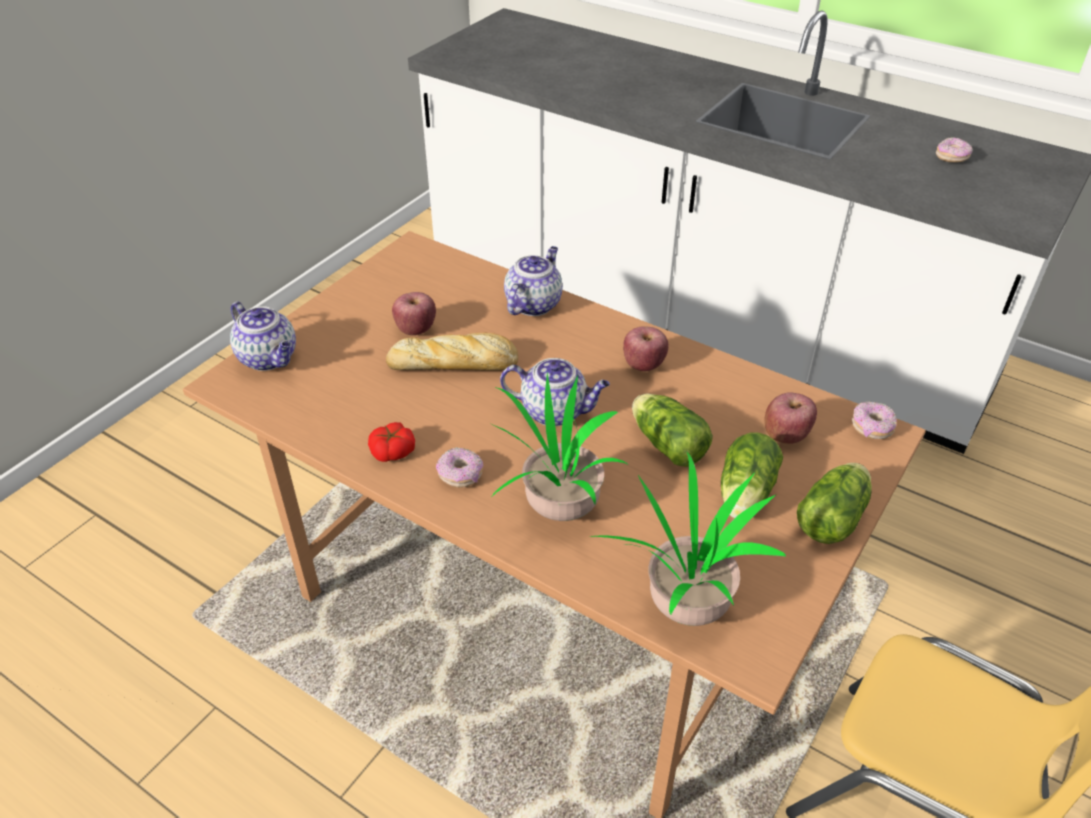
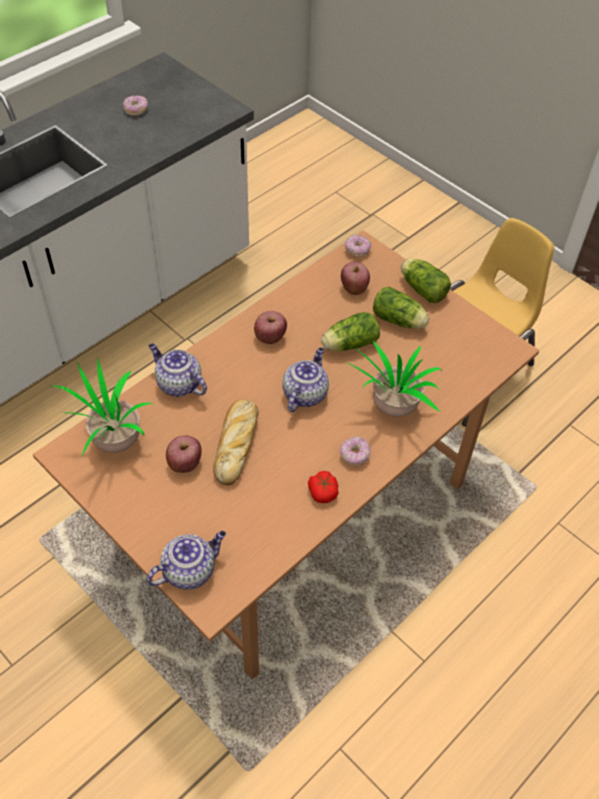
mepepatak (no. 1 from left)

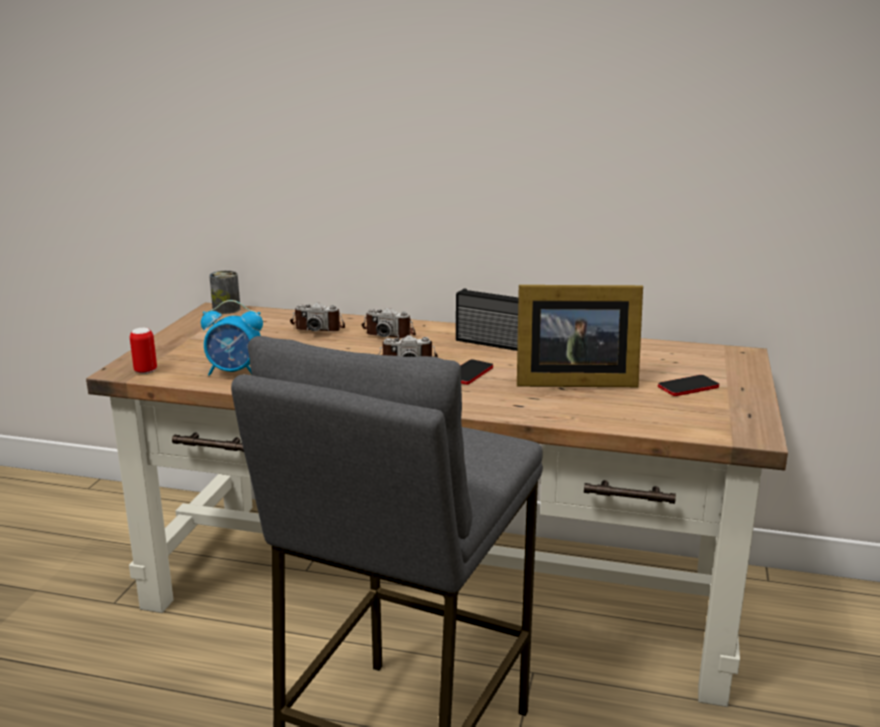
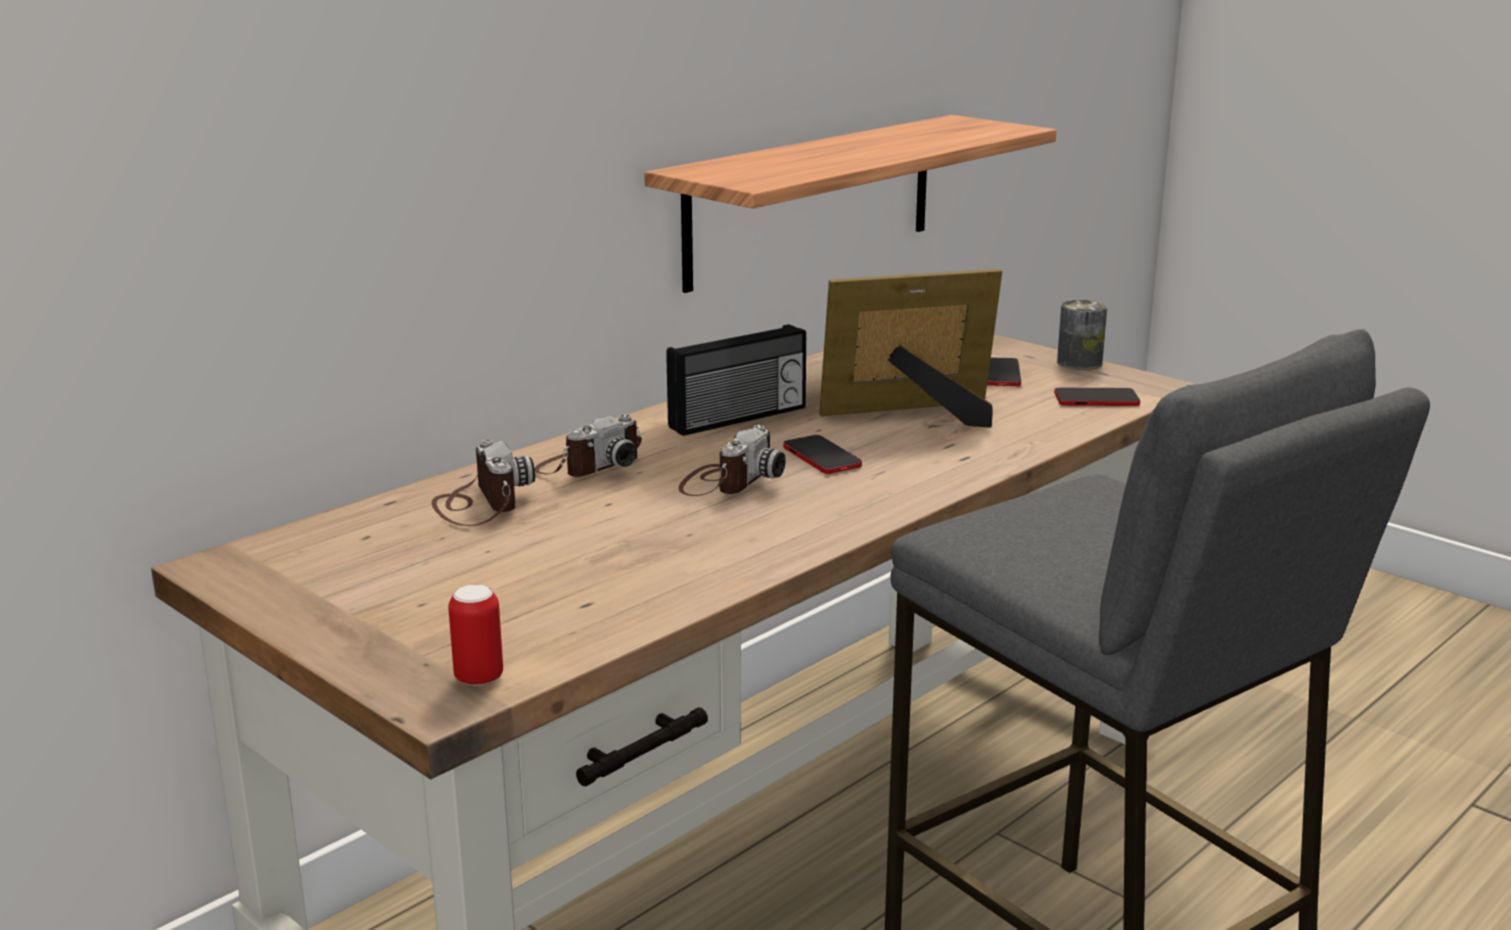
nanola (no. 1 from left)
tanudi
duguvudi
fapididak (no. 3 from left)
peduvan (no. 2 from left)
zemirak

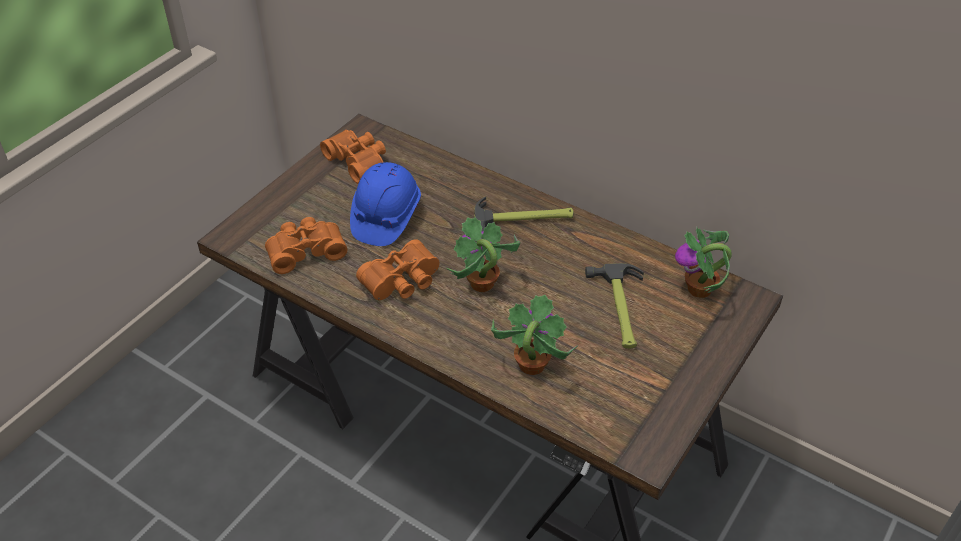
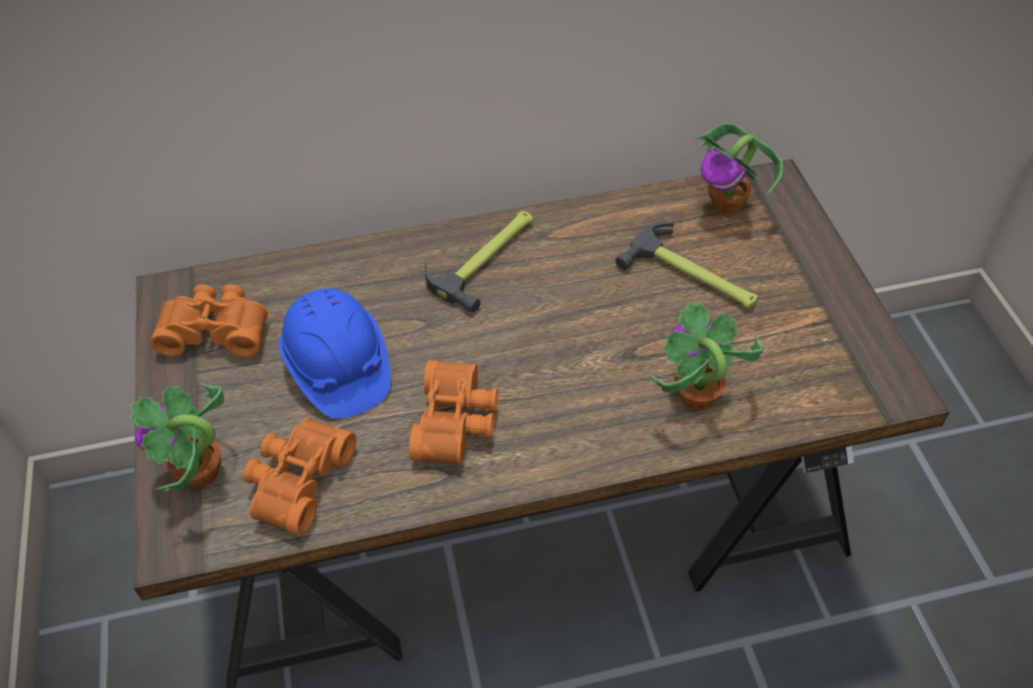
mepepatak (no. 1 from left)

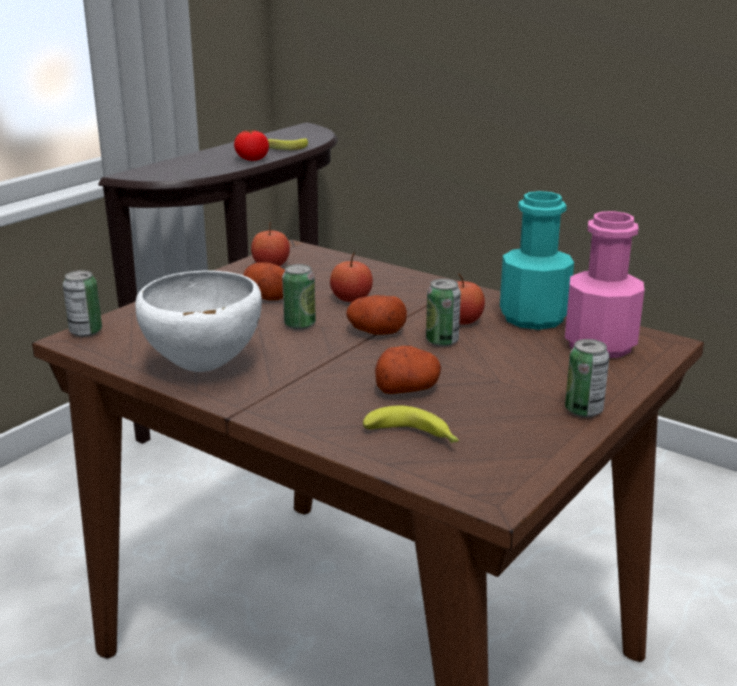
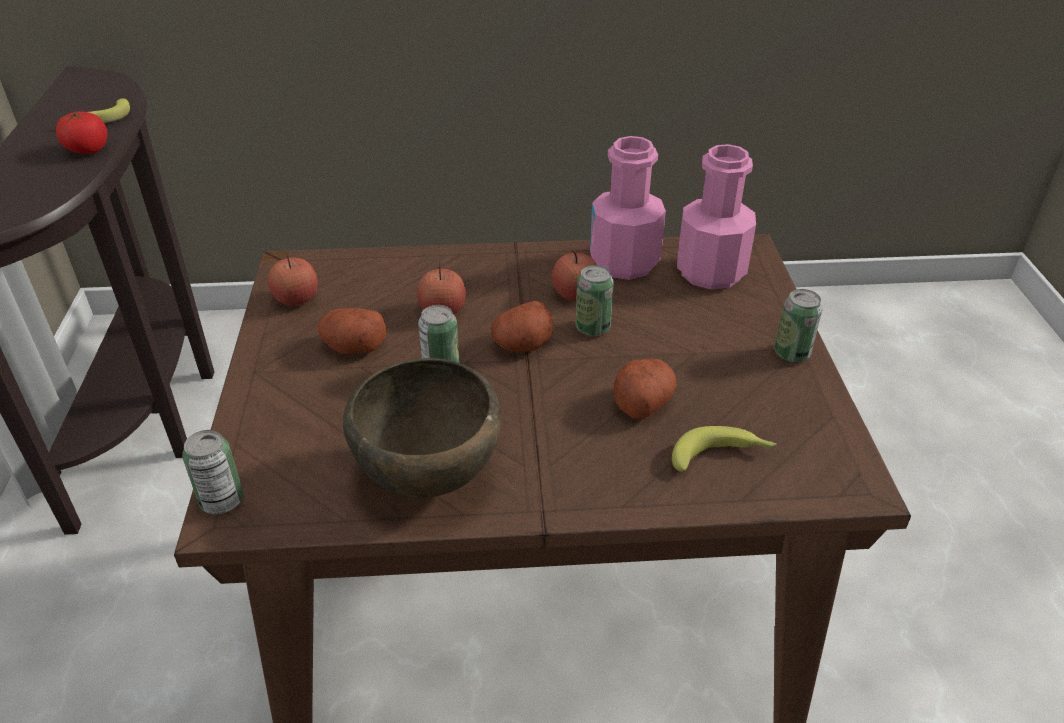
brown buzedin
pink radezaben (no. 1 from left)

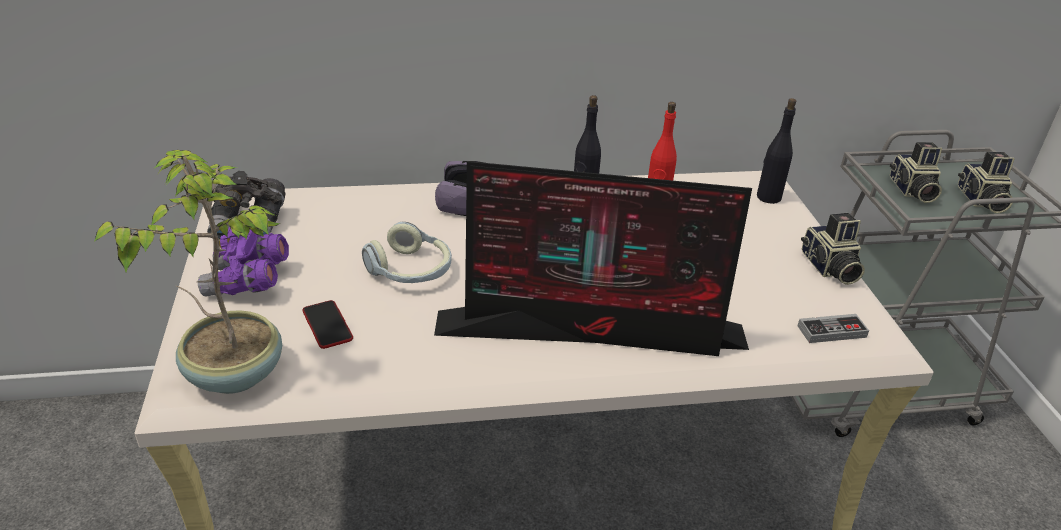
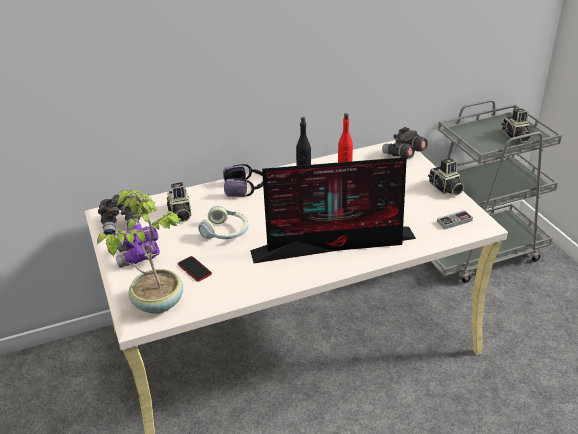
nanola (no. 1 from left)
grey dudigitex (no. 2 from left)

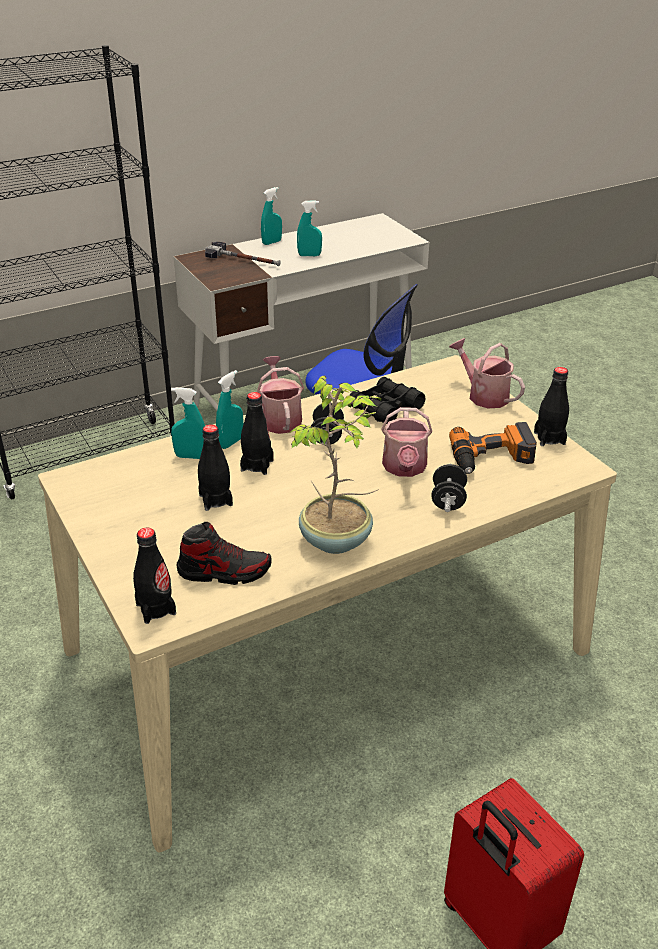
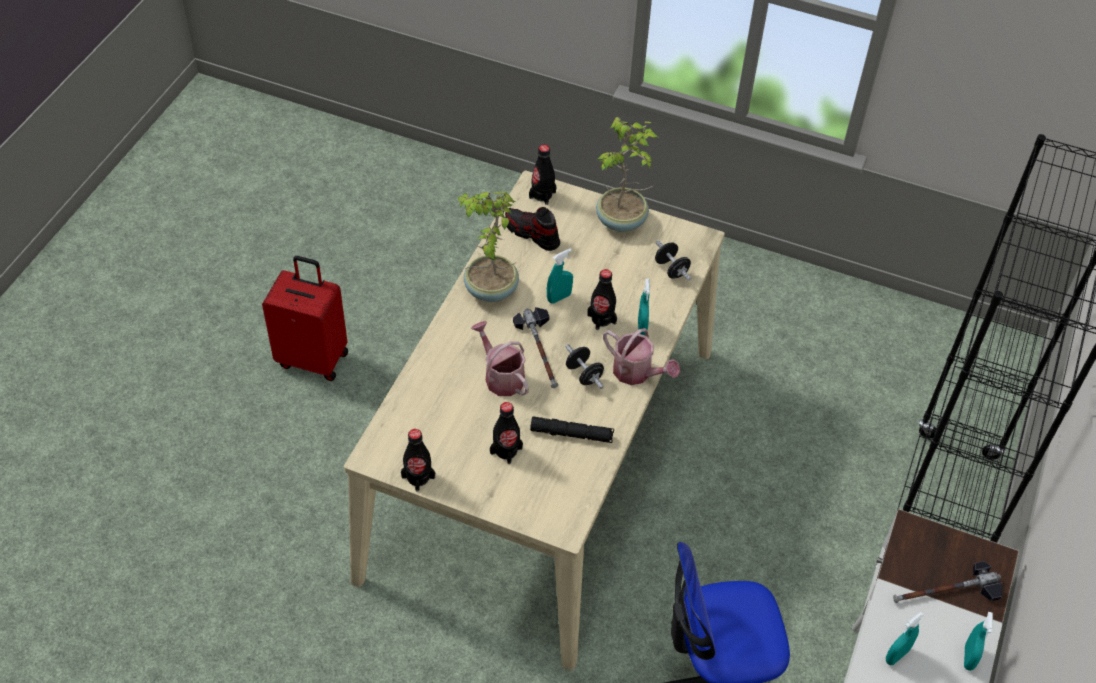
black radezaben (no. 2 from left)
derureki
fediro (no. 1 from left)
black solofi
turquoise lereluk (no. 1 from left)
mepepatak (no. 2 from left)
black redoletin (no. 2 from left)
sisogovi (no. 3 from left in the first image)
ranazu

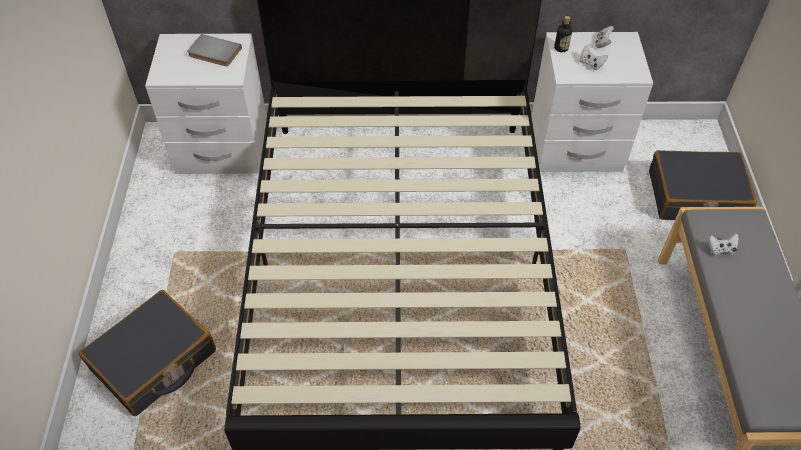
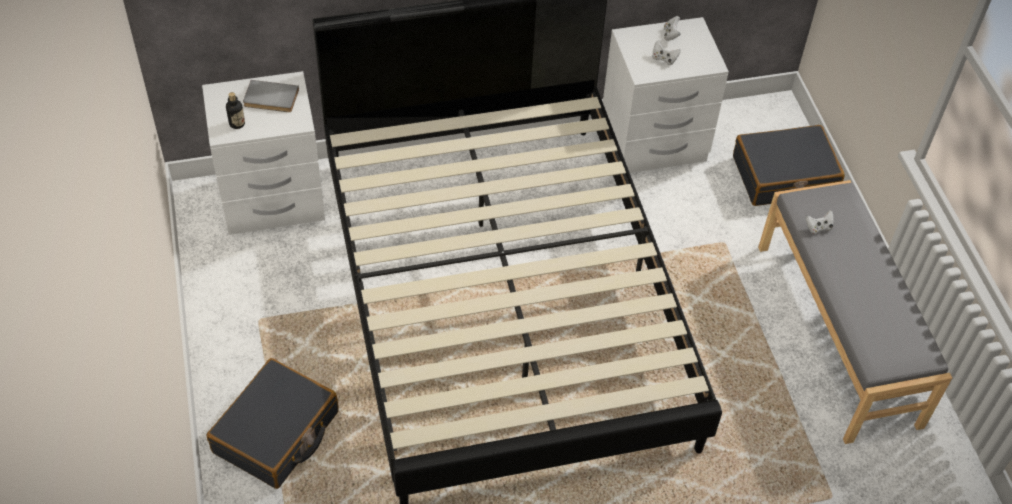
radezaben

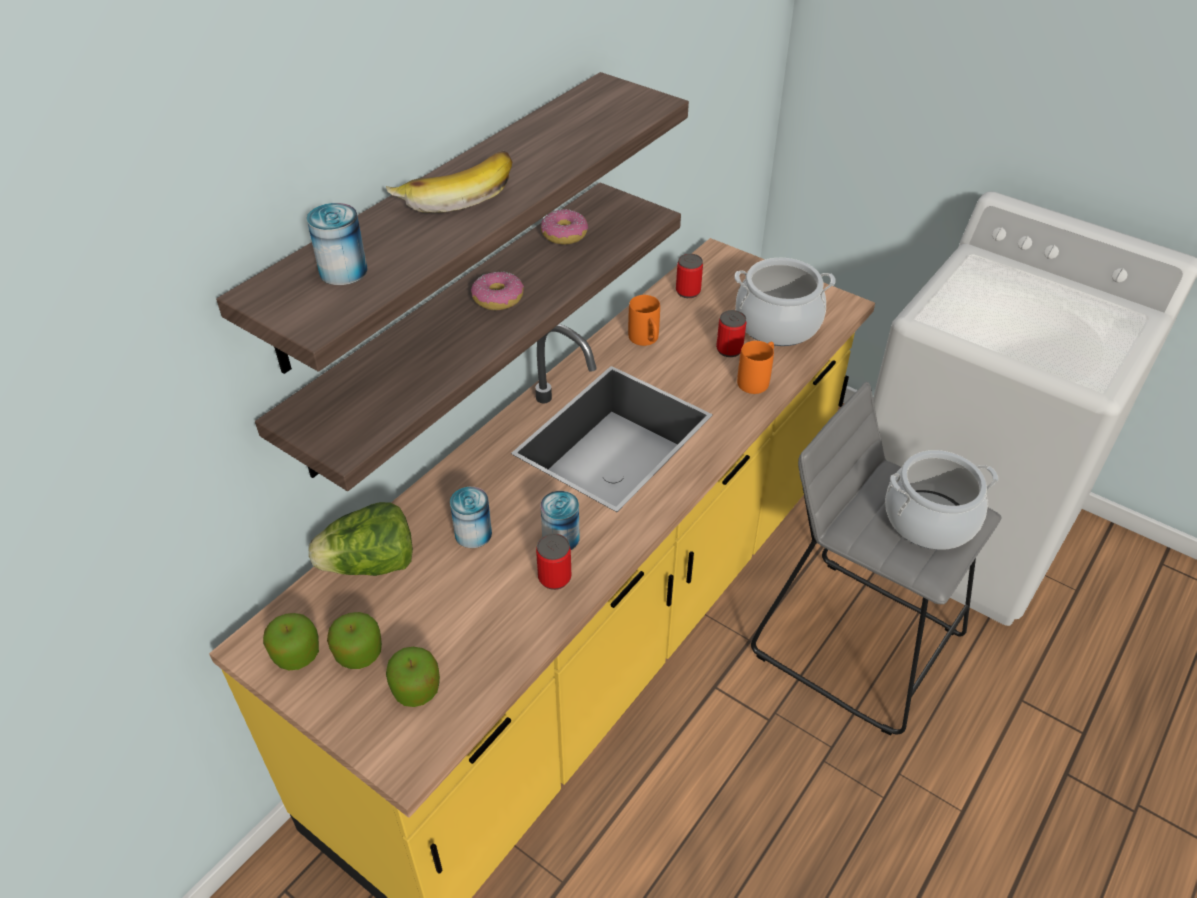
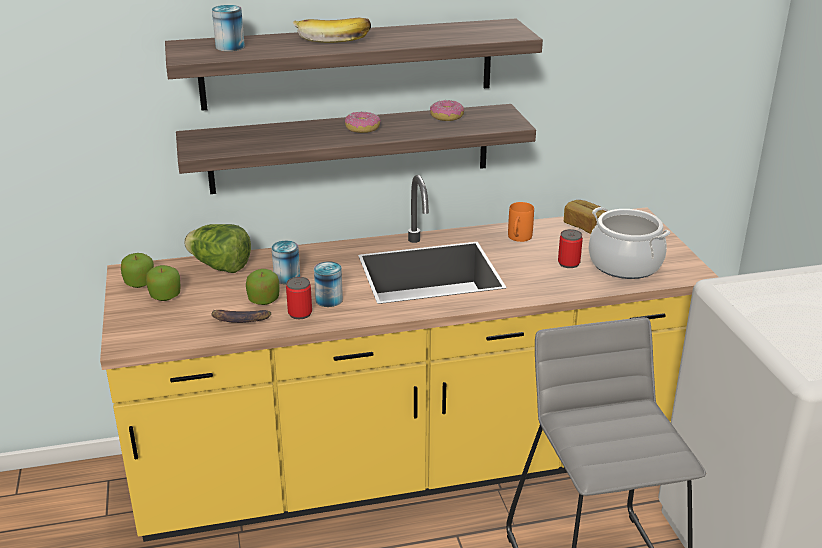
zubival (no. 1 from left)
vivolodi (no. 3 from left)
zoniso
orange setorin (no. 2 from left in the first image)
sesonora (no. 2 from left in the first image)

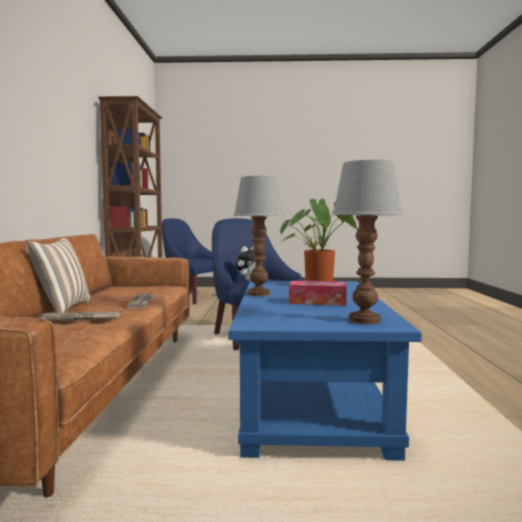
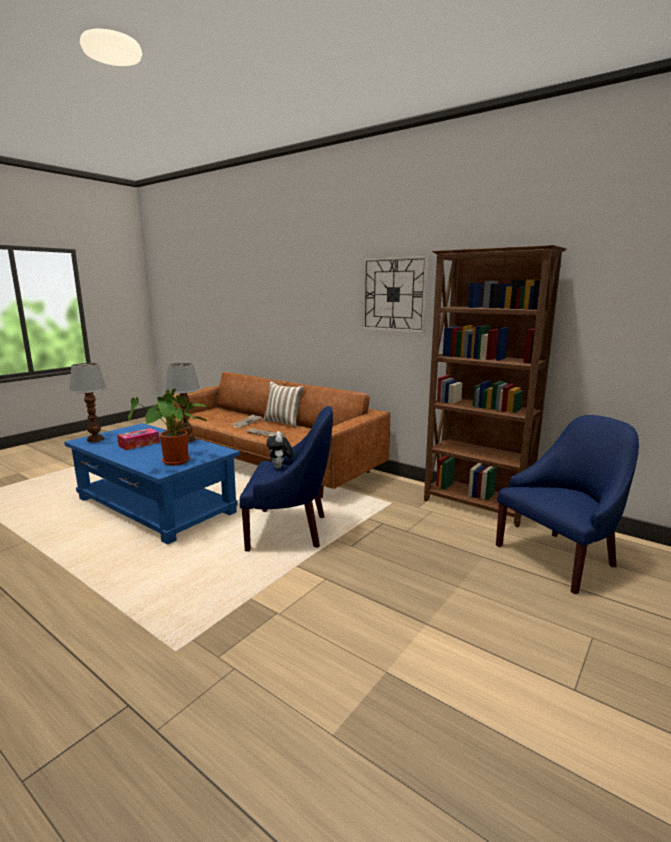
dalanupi

